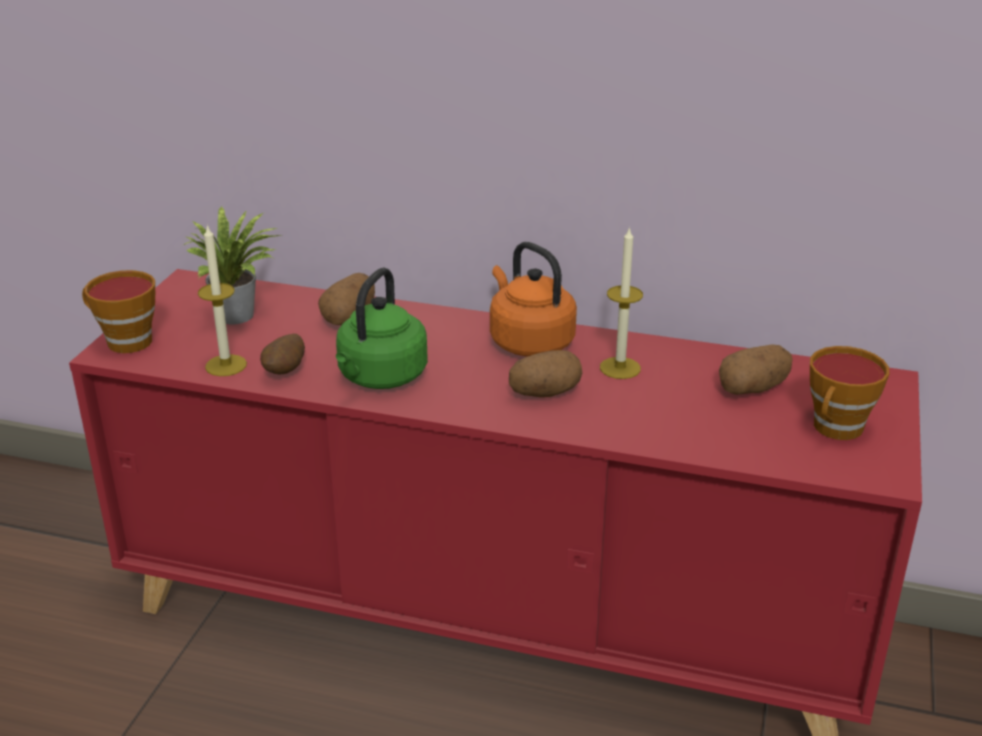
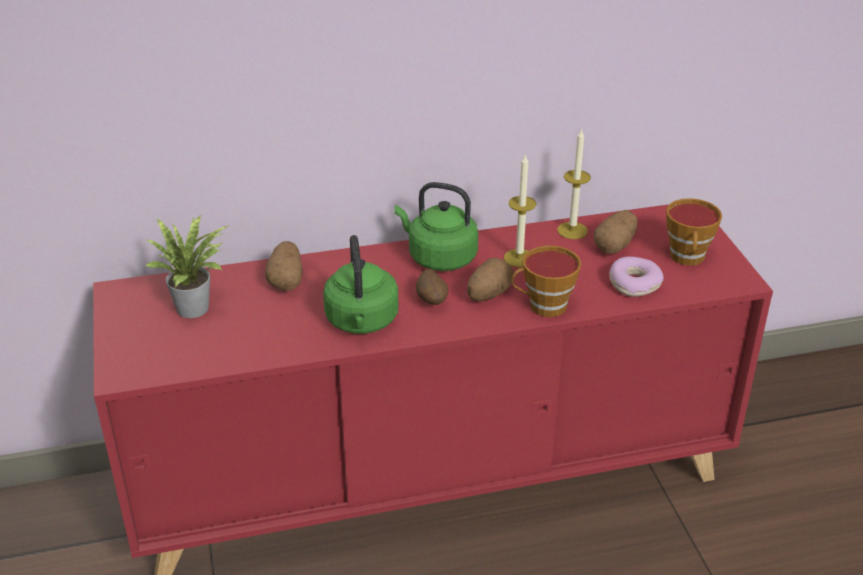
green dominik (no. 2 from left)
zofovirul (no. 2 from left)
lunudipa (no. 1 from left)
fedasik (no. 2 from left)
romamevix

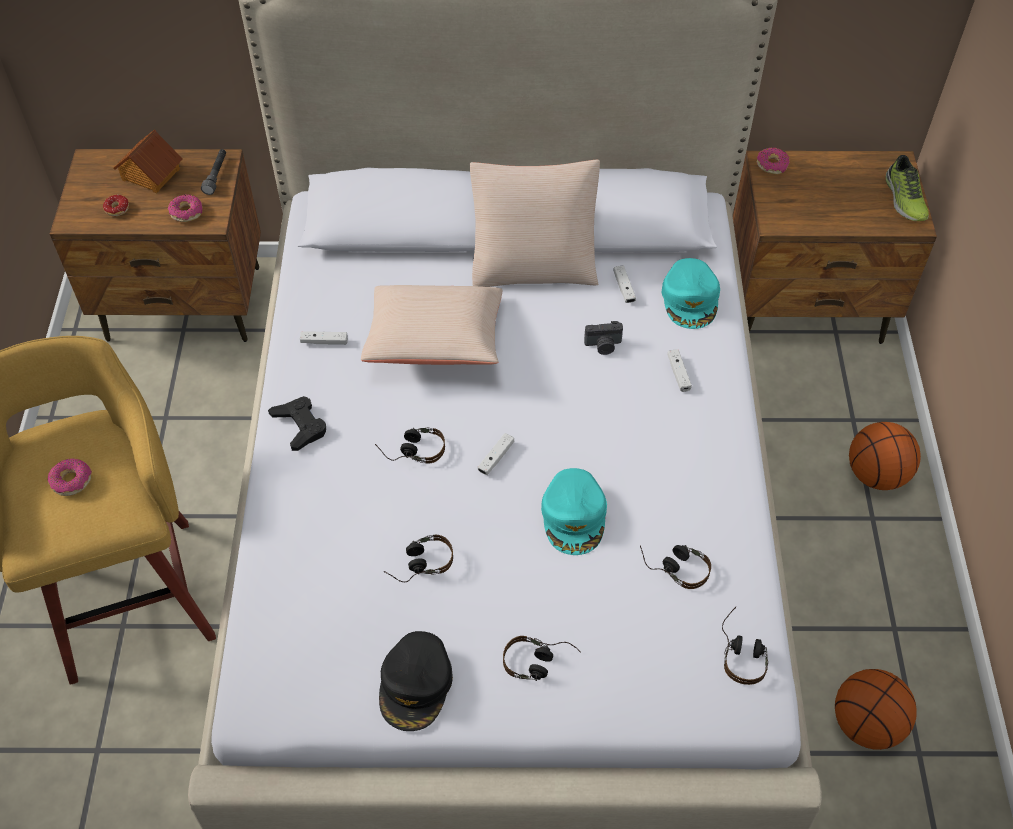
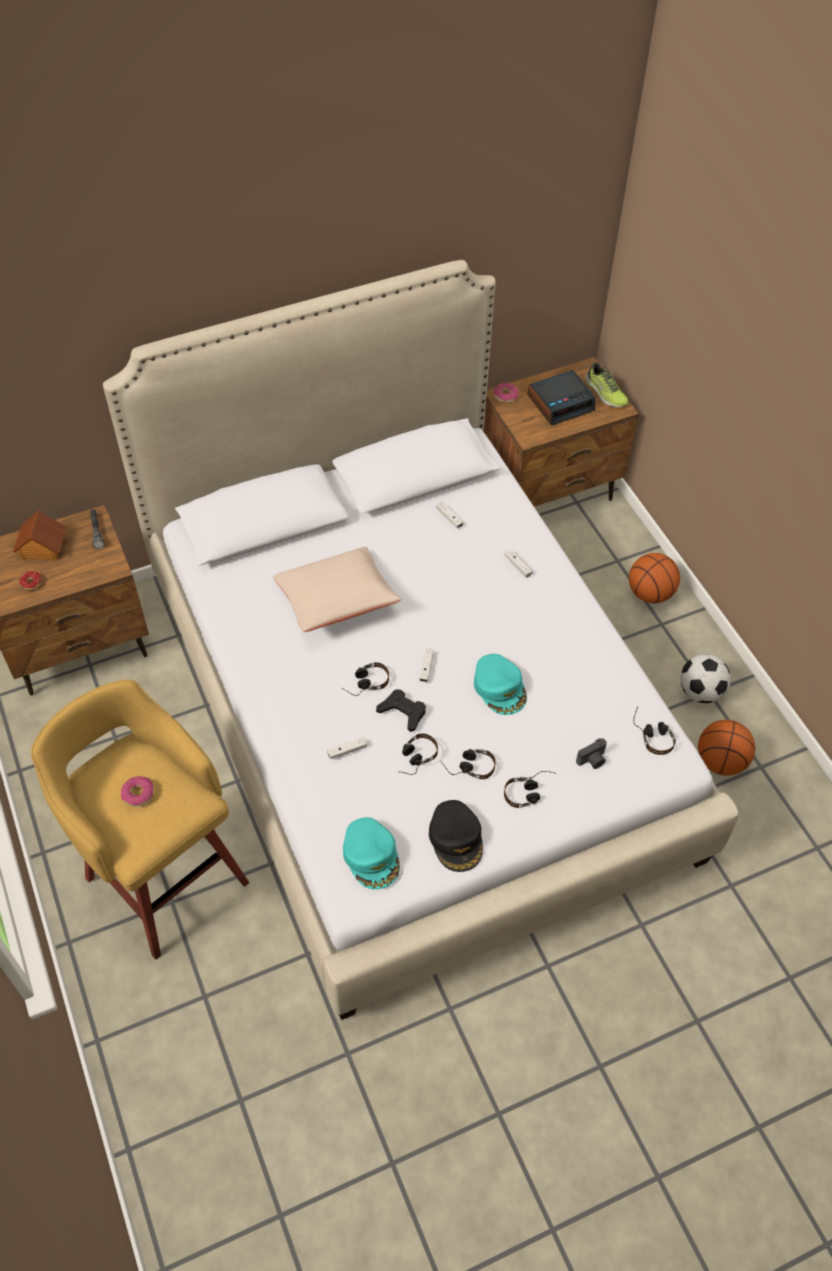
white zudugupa (no. 1 from left)
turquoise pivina (no. 1 from left)
black zudugupa
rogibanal (no. 3 from left)
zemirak
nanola
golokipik
romamevix (no. 3 from left in the first image)
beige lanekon (no. 2 from left in the first image)

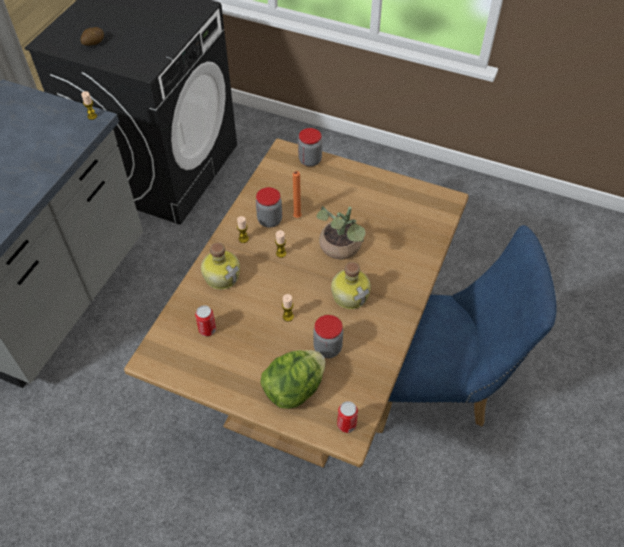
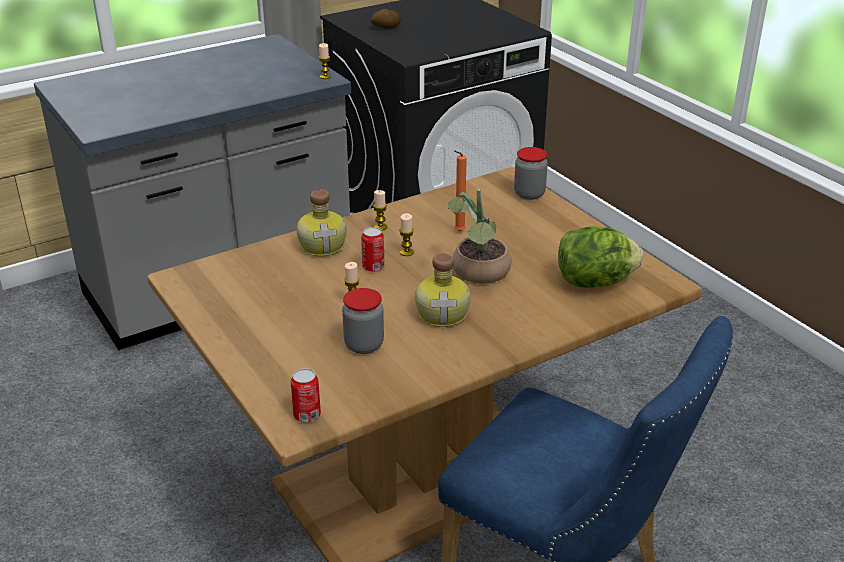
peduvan (no. 2 from left)
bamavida
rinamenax (no. 1 from left in the first image)

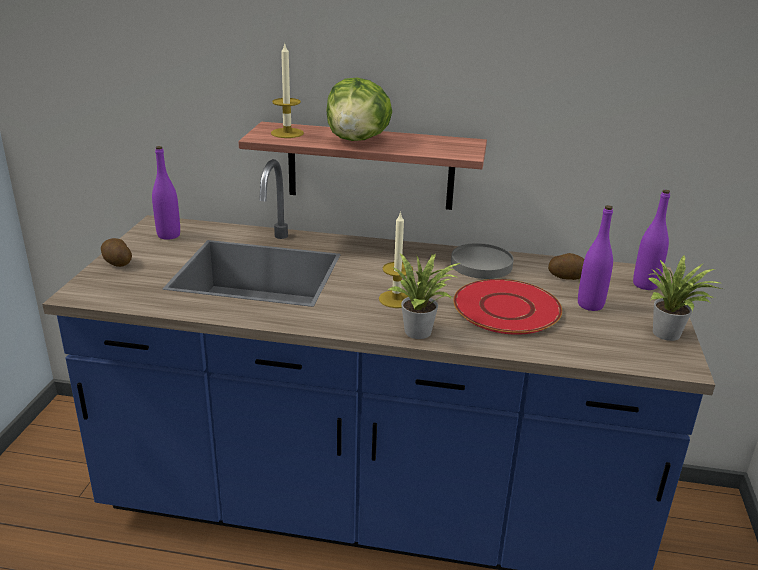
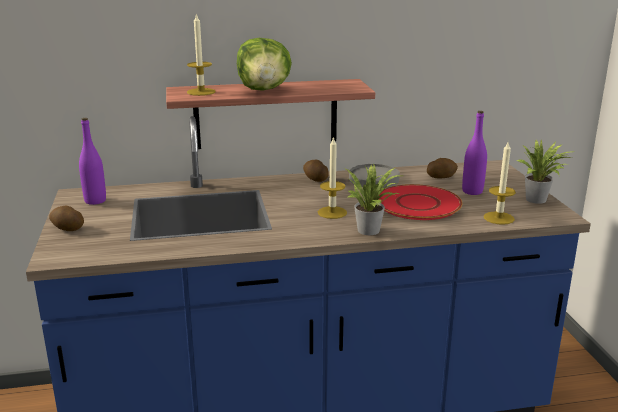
zofovirul (no. 2 from left)
fedasik (no. 3 from left)
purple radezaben (no. 3 from left in the first image)

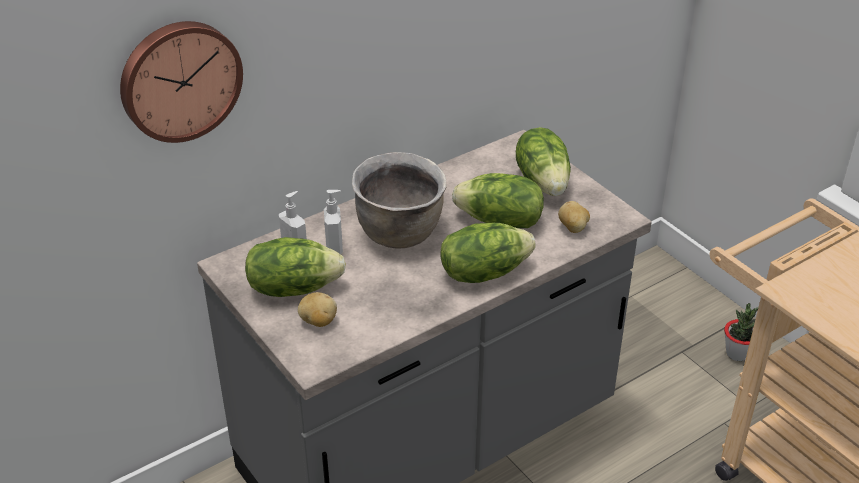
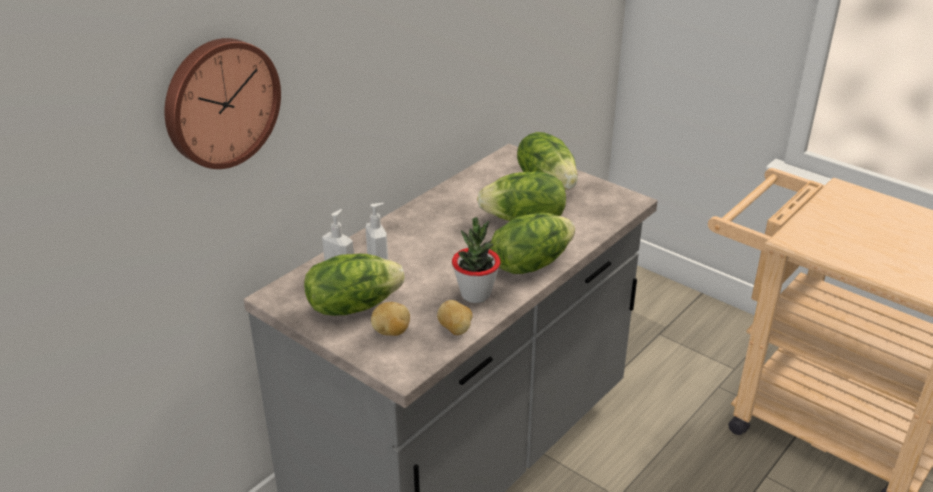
zofovirul (no. 2 from left)
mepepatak
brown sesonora

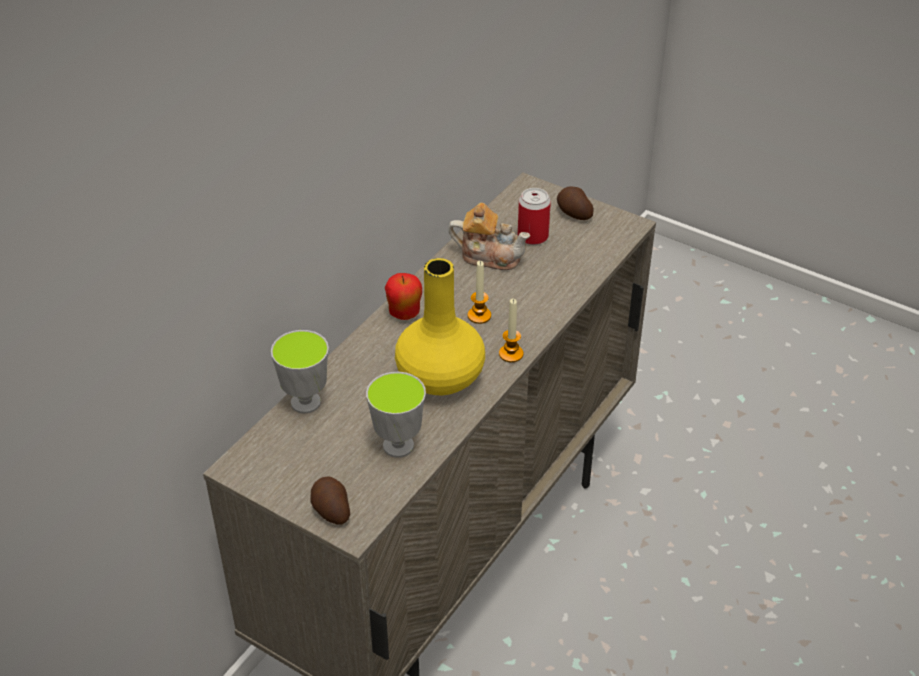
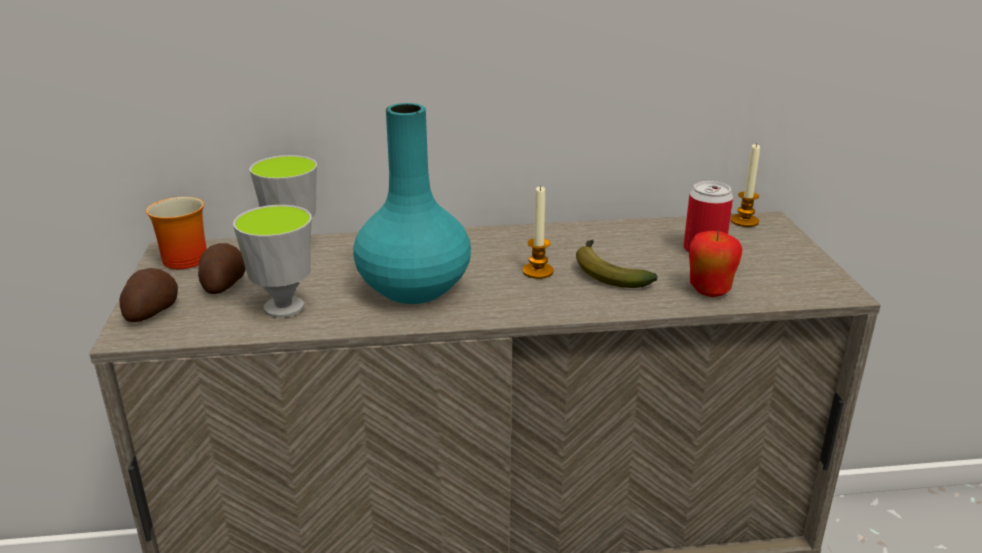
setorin
zofovirul (no. 2 from left)
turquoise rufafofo
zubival
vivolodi
fedasik (no. 2 from left)
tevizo

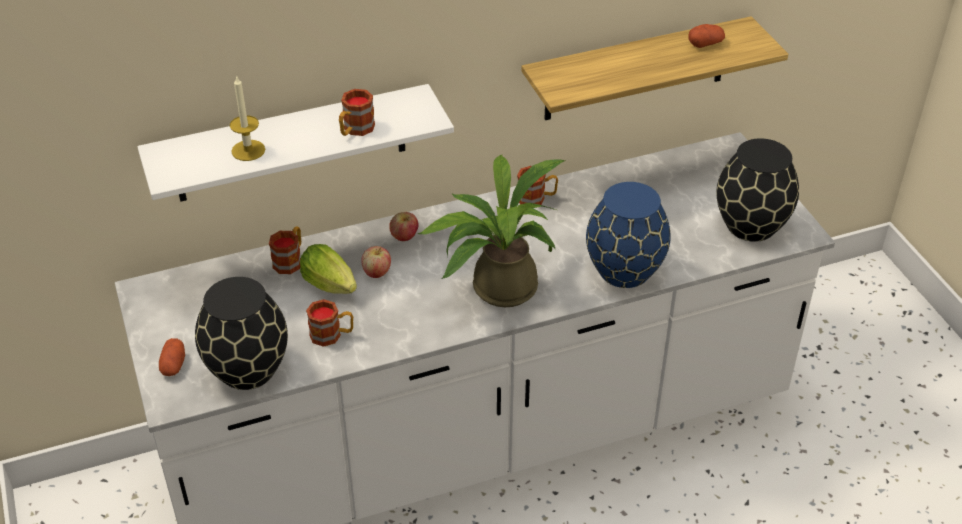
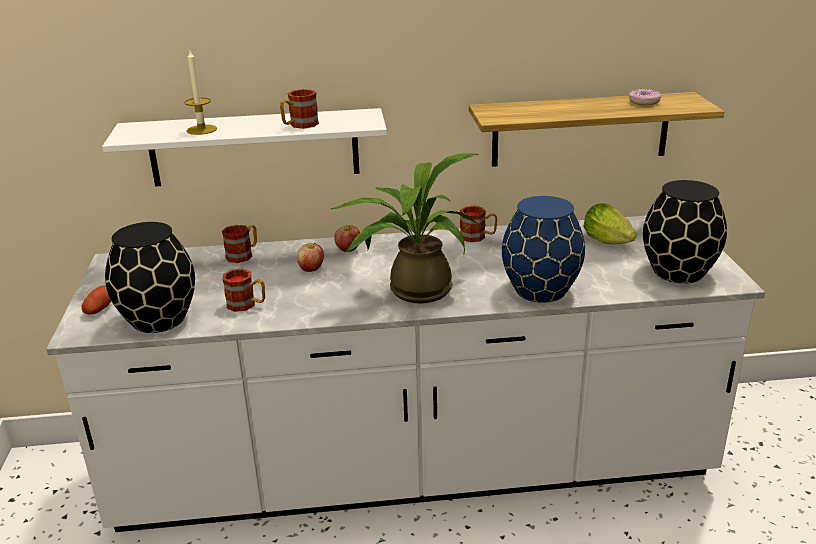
bamavida
romamevix

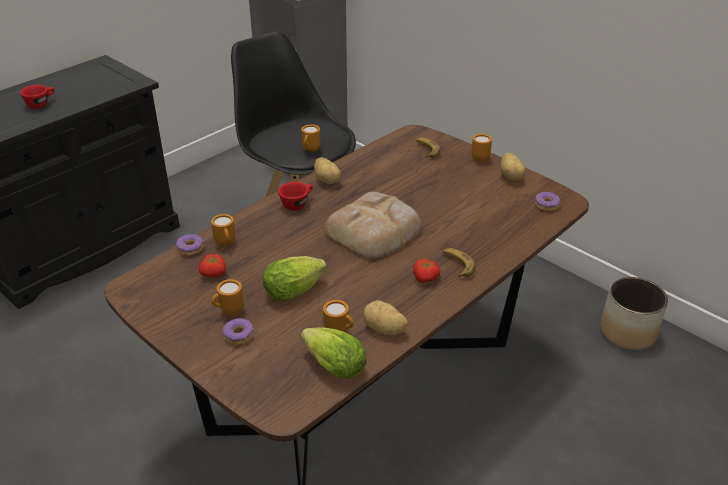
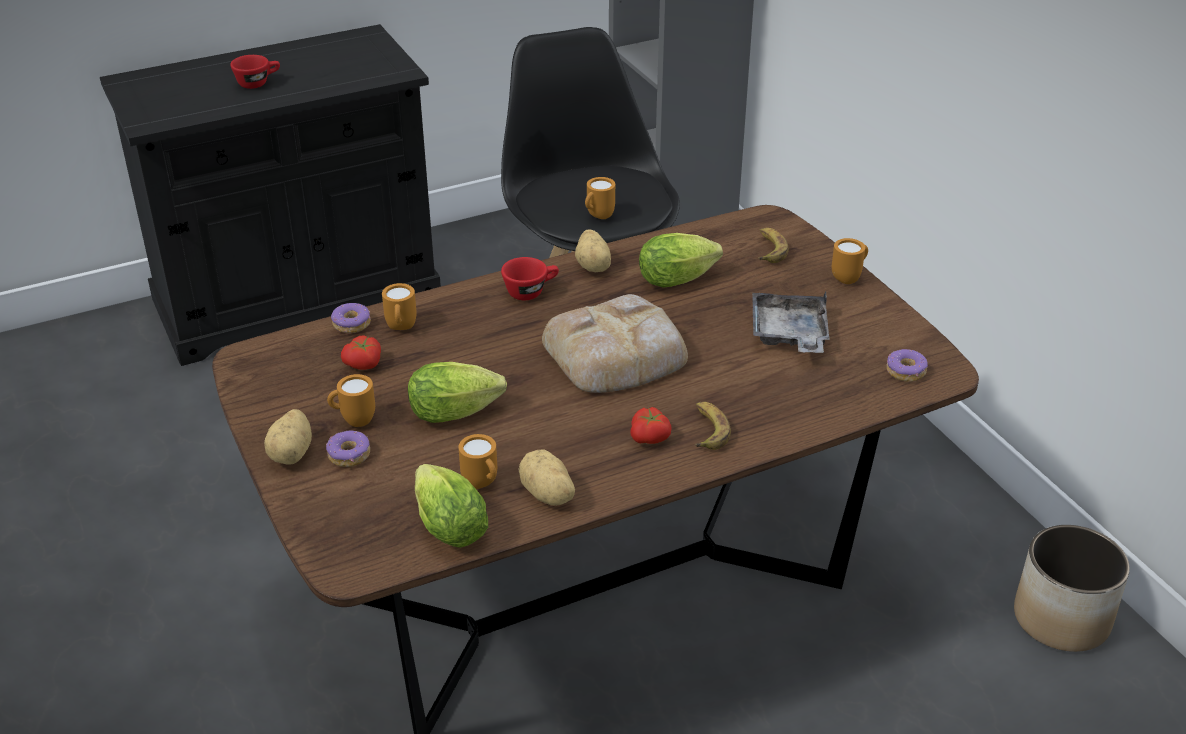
zofovirul (no. 1 from left)
bamavida (no. 3 from left)
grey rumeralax

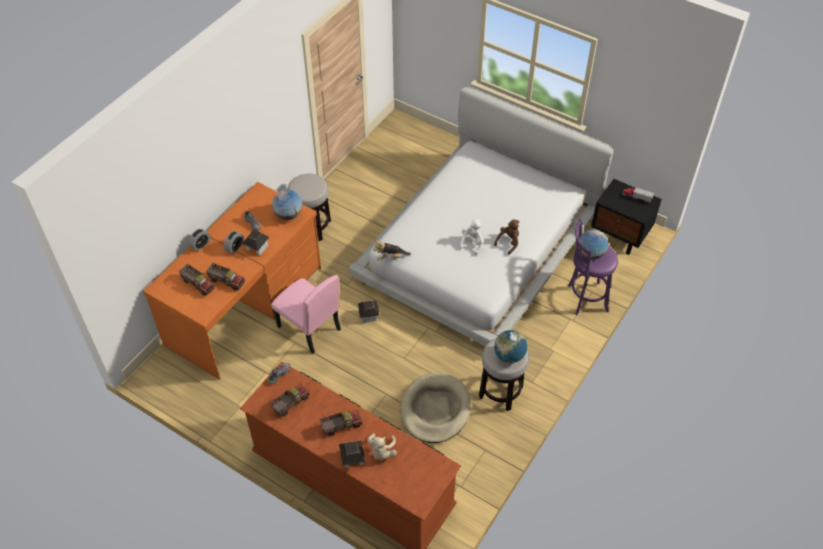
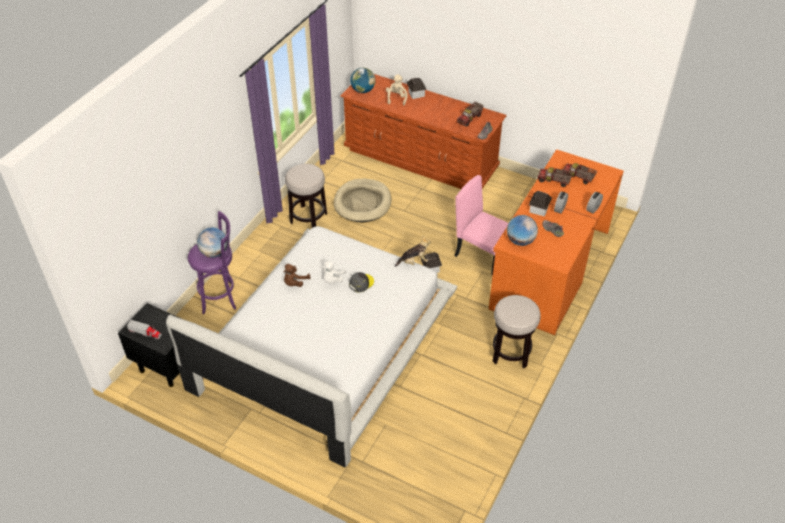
grey pivina
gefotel (no. 2 from left)
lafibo (no. 4 from left in the first image)

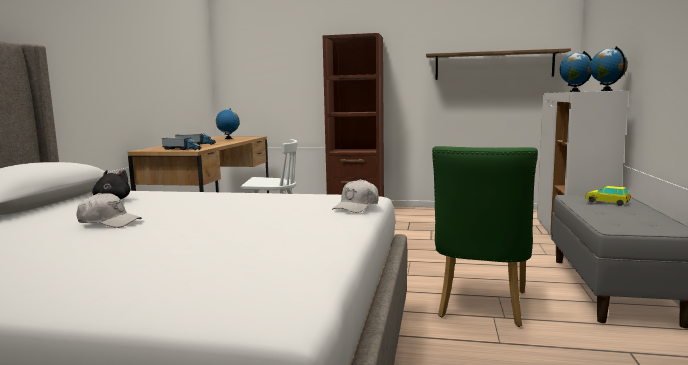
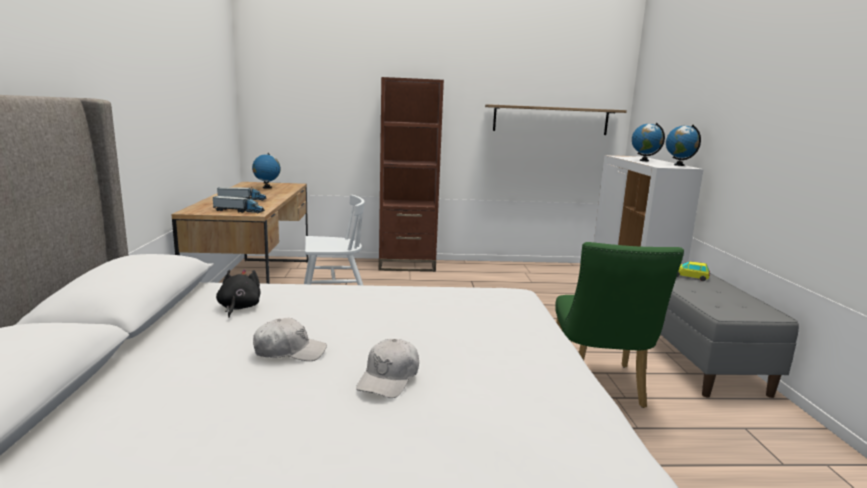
white pivina (no. 2 from left)

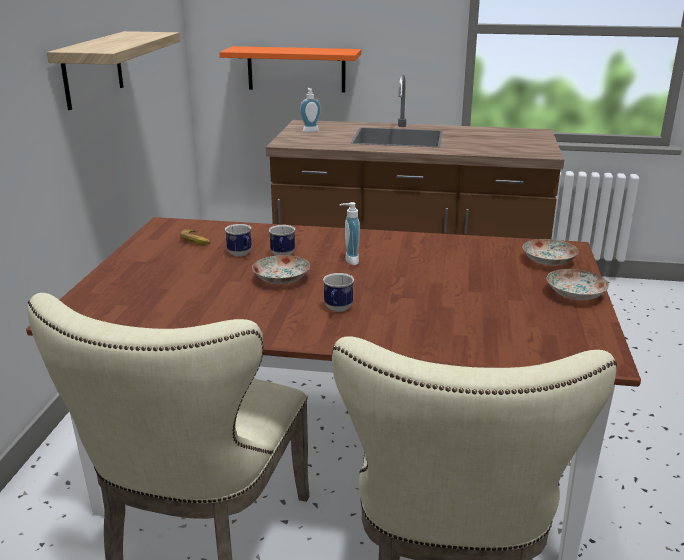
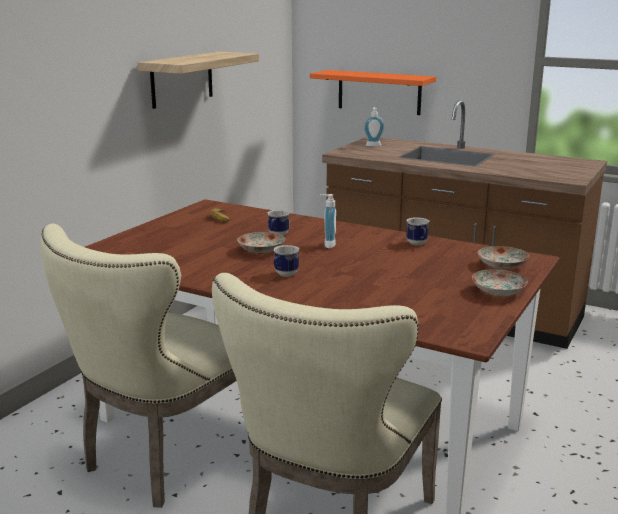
setorin (no. 3 from left)

